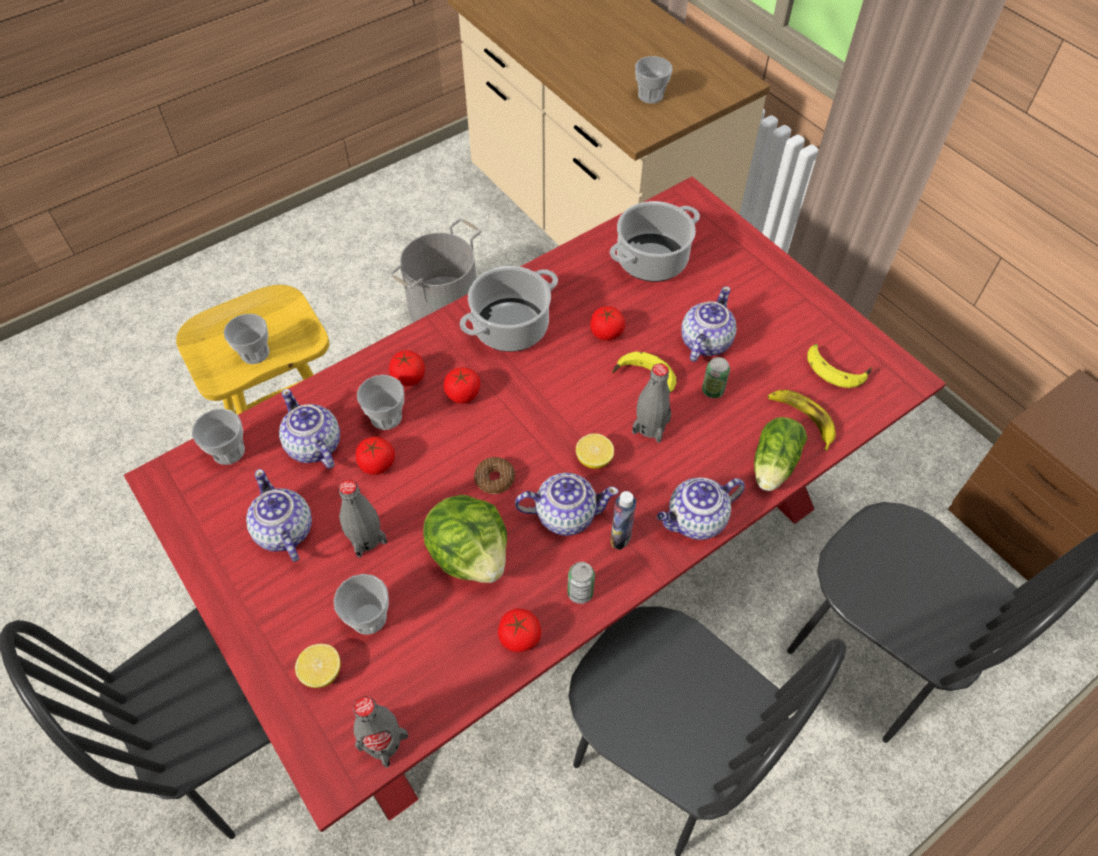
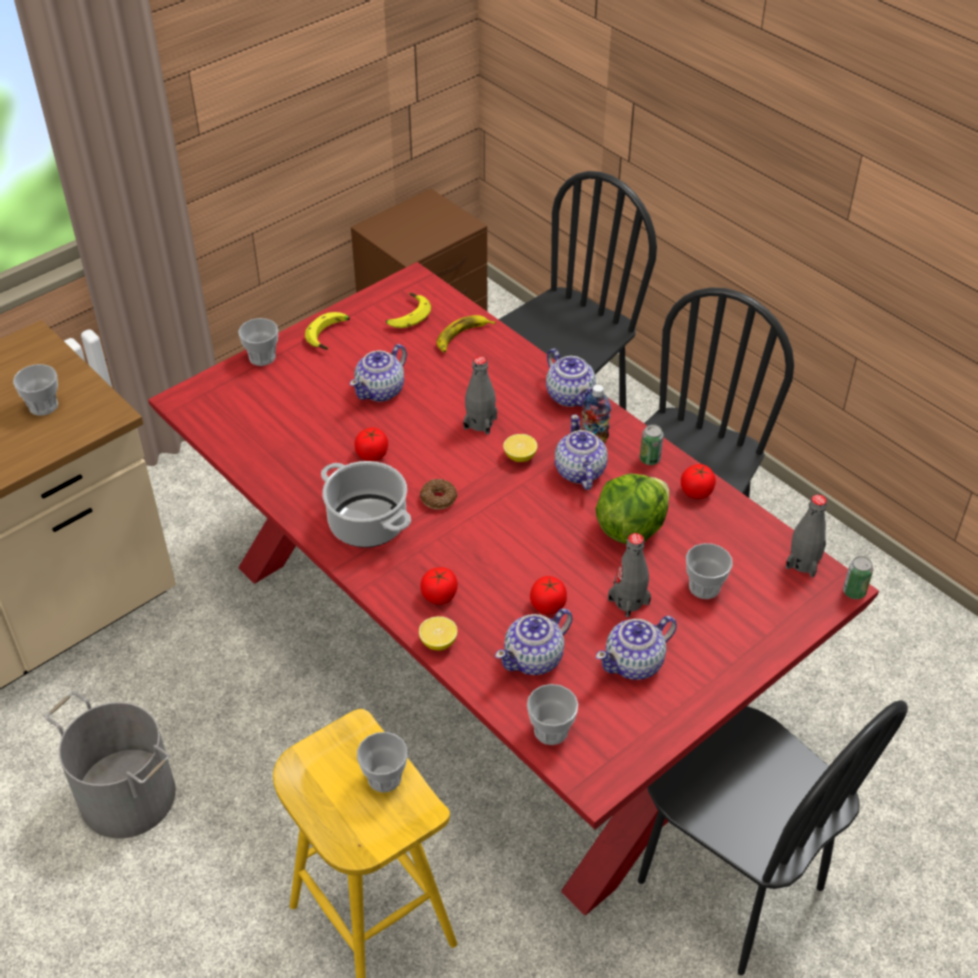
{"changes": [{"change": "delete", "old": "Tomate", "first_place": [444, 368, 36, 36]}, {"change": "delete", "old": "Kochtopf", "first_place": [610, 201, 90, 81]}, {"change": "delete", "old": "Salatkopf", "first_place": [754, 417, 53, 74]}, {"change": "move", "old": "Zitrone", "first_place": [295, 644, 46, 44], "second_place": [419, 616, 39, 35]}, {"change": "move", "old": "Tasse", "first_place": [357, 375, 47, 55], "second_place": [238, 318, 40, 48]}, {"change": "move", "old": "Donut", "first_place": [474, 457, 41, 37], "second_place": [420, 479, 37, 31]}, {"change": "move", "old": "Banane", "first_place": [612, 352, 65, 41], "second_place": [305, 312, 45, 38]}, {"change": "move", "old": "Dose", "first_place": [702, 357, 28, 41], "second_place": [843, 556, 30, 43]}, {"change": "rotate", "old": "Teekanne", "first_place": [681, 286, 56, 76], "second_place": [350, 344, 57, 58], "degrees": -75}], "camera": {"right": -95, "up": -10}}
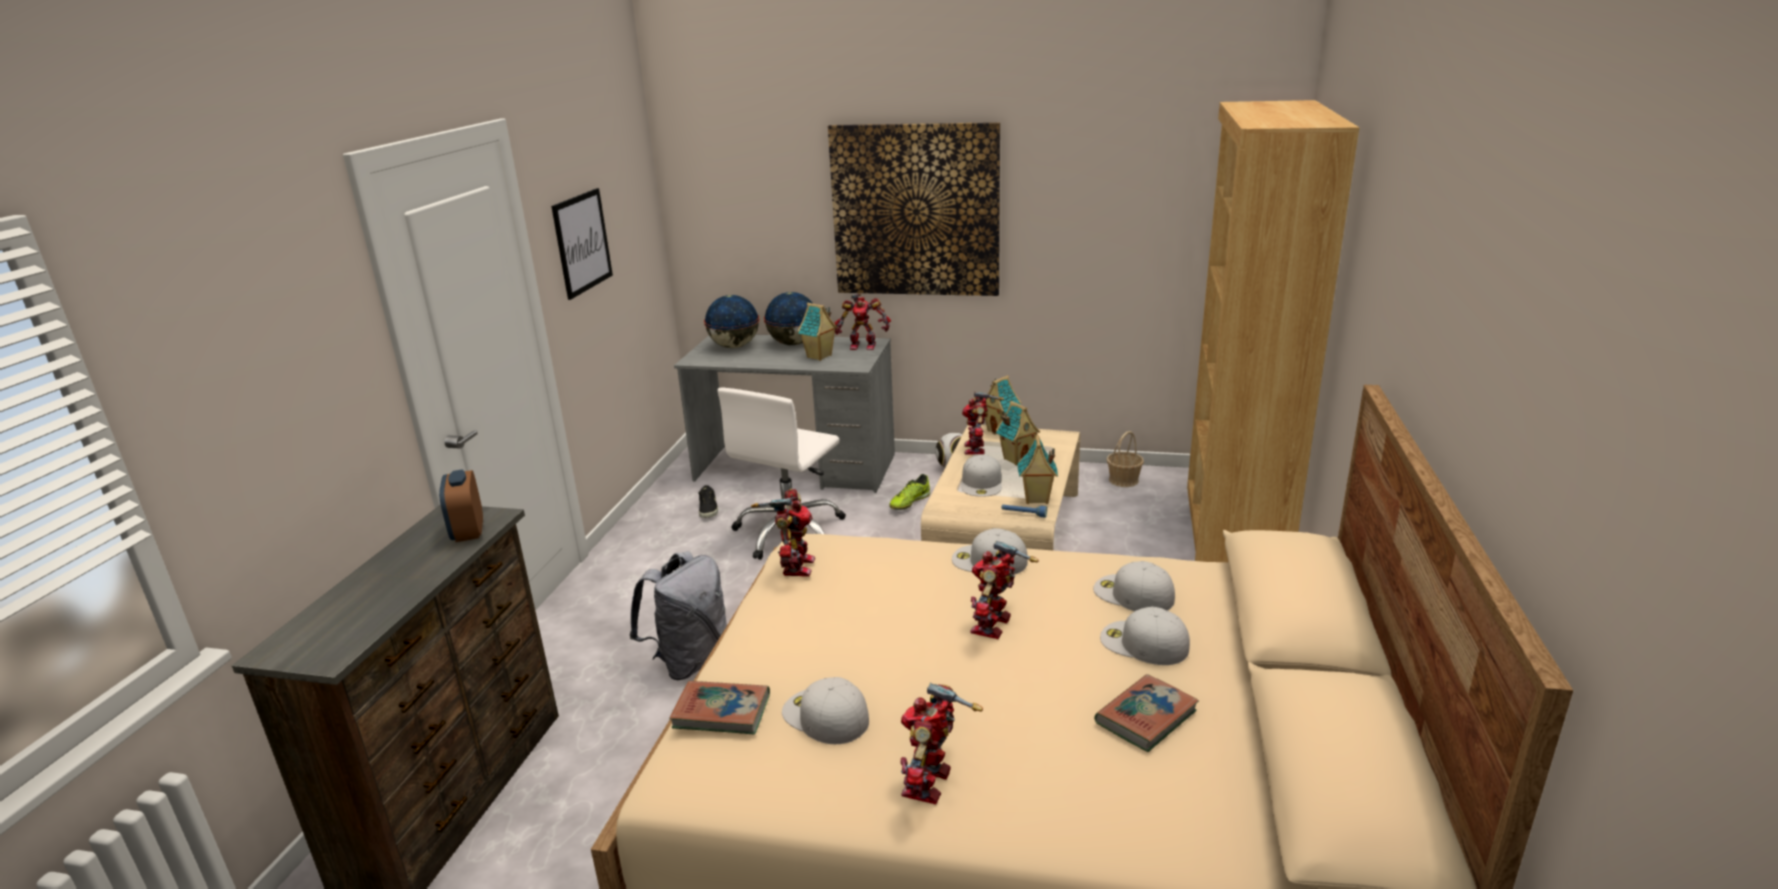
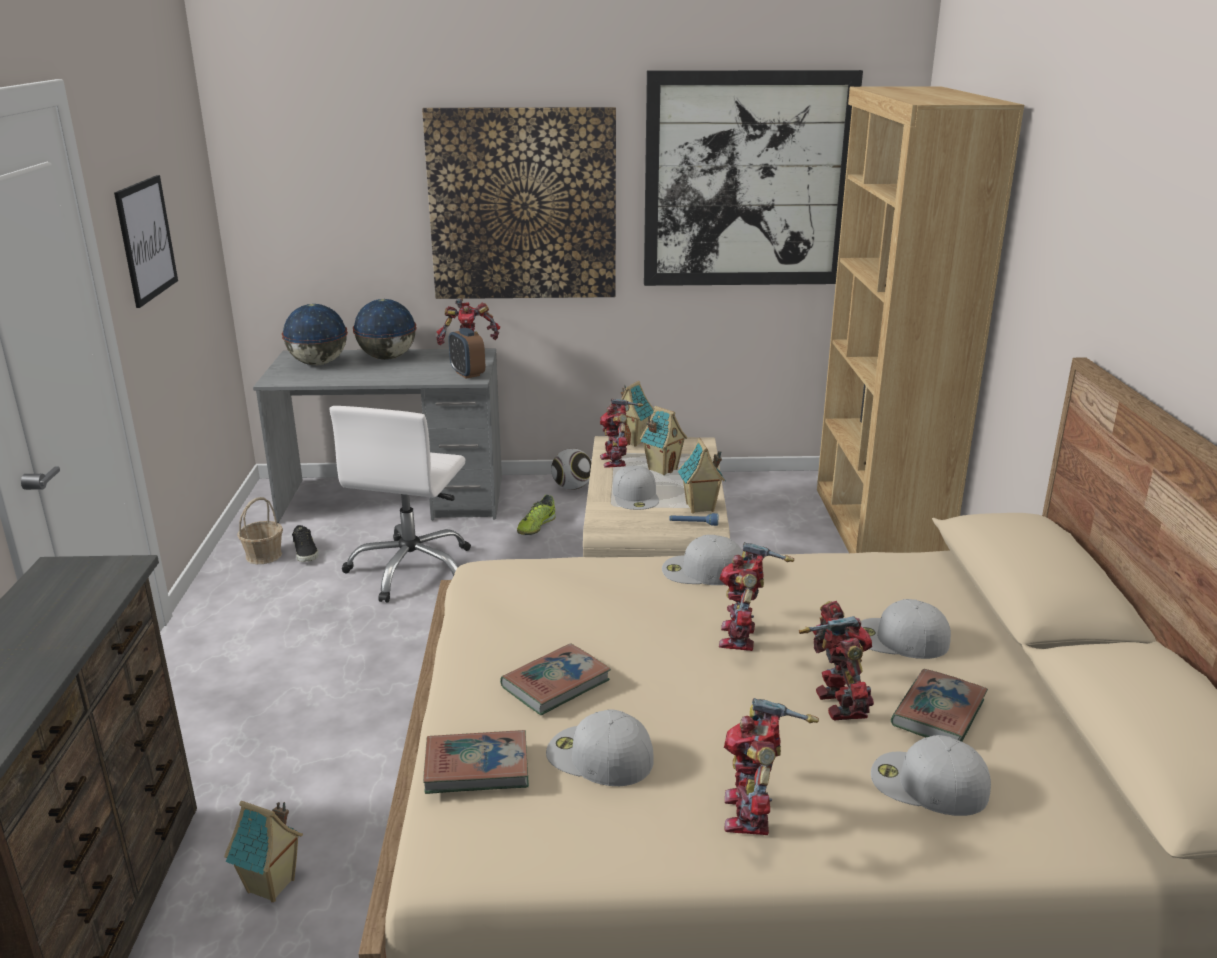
{"changes": [{"change": "delete", "old": "Rucksack (grau)", "first_place": [629, 551, 98, 129]}, {"change": "insert", "new": "Buch", "second_place": [500, 643, 111, 72]}, {"change": "insert", "new": "Bild", "second_place": [644, 70, 219, 216]}, {"change": "move", "old": "Wecker", "first_place": [439, 470, 44, 72], "second_place": [448, 328, 37, 51]}, {"change": "move", "old": "Spielzeugroboter", "first_place": [751, 489, 64, 88], "second_place": [799, 601, 75, 120]}, {"change": "move", "old": "Spielzeughaus", "first_place": [798, 303, 39, 58], "second_place": [224, 801, 79, 101]}, {"change": "move", "old": "Kappe (weiß)", "first_place": [1093, 561, 82, 50], "second_place": [871, 735, 120, 81]}, {"change": "move", "old": "Korb", "first_place": [1107, 431, 37, 56], "second_place": [237, 497, 46, 67]}], "camera": {"right": -15, "up": 0}}
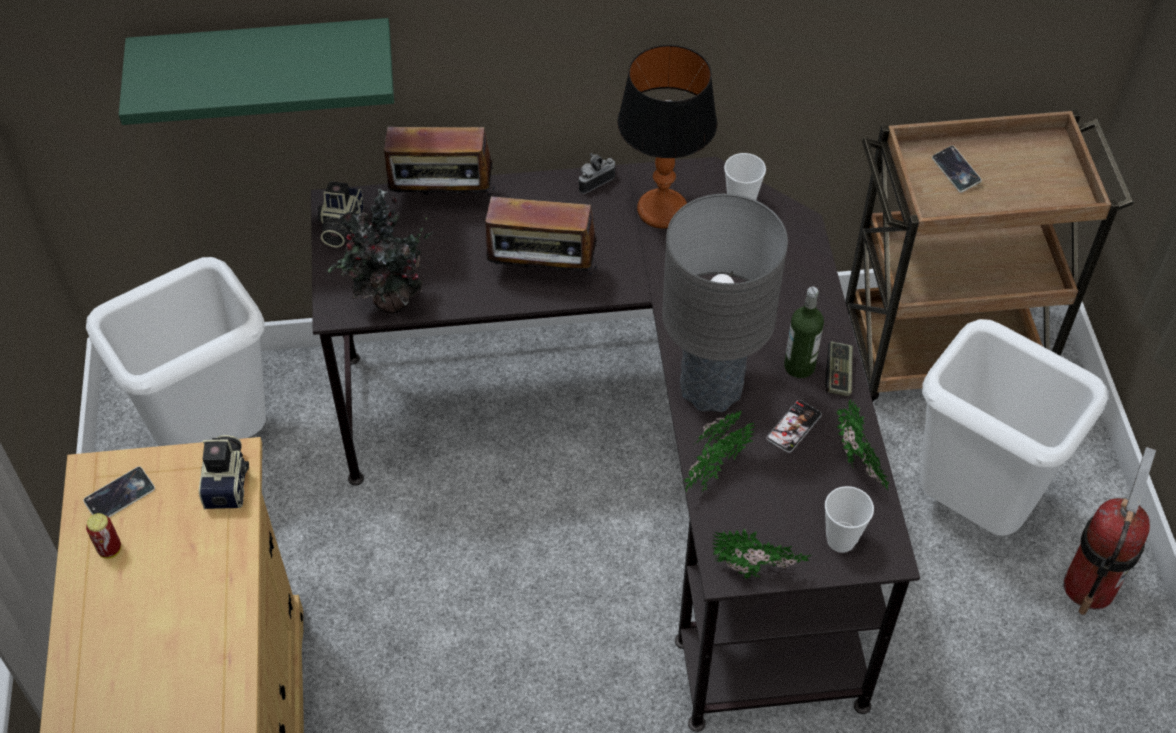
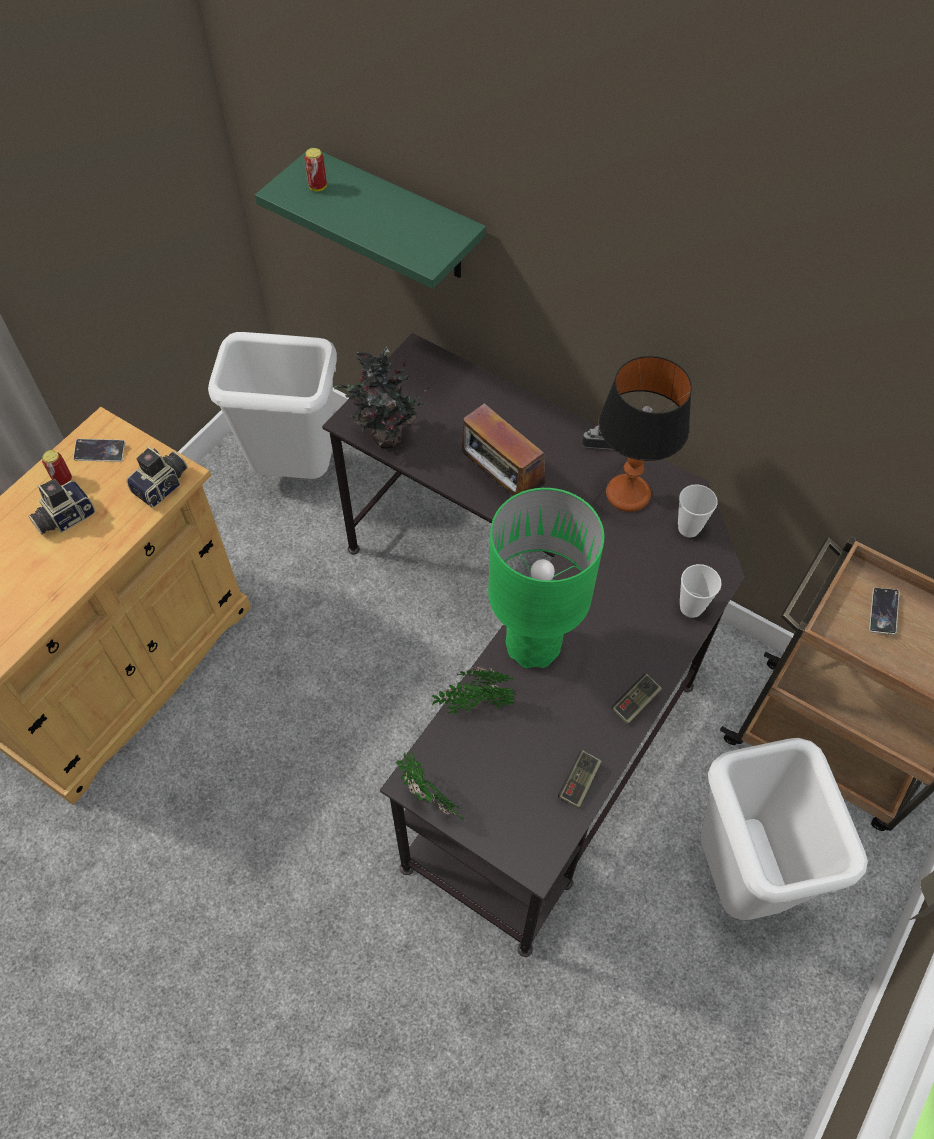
{"changes": [{"change": "delete", "old": "Radio", "first_place": [384, 127, 111, 87]}, {"change": "delete", "old": "Handy", "first_place": [766, 400, 56, 53]}, {"change": "delete", "old": "Flasche", "first_place": [784, 287, 40, 91]}, {"change": "delete", "old": "Feuerlöscher", "first_place": [1064, 447, 92, 168]}, {"change": "insert", "new": "Dose", "second_place": [304, 148, 23, 43]}, {"change": "move", "old": "Kamera", "first_place": [317, 181, 47, 66], "second_place": [28, 479, 68, 56]}, {"change": "move", "old": "Tasse", "first_place": [825, 486, 49, 67], "second_place": [680, 564, 42, 54]}, {"change": "replace", "old": "Topfpflanze", "new": "Gamepad", "first_place": [837, 399, 53, 91], "second_place": [558, 750, 44, 58]}, {"change": "recolor", "old": "Tischlampe (grau)", "new": "Tischlampe (grün)", "first_place": [662, 194, 126, 218], "second_place": [488, 488, 116, 180]}], "camera": {"right": 40, "up": 5}}
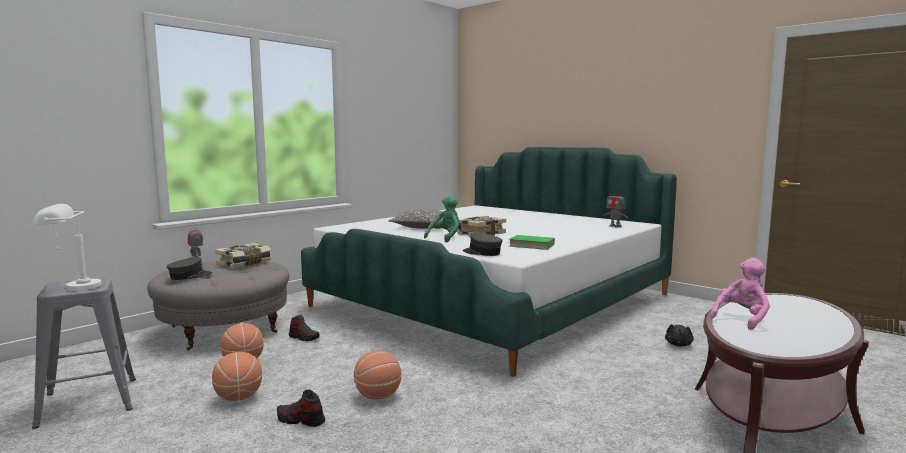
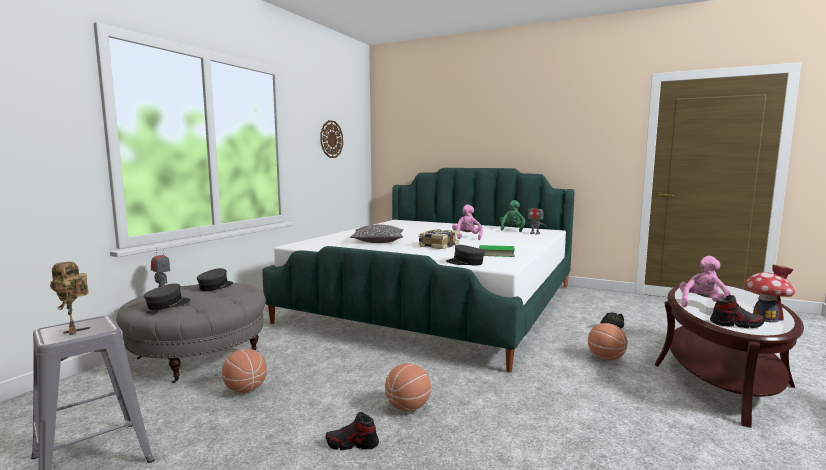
{"changes": [{"change": "insert", "new": "Wanduhr", "second_place": [320, 120, 23, 38]}, {"change": "insert", "new": "Plüschtier (rosa)", "second_place": [452, 204, 31, 36]}, {"change": "insert", "new": "Spielzeughaus", "second_place": [745, 265, 50, 57]}, {"change": "move", "old": "Basketball", "first_place": [212, 352, 50, 49], "second_place": [588, 323, 39, 37]}, {"change": "move", "old": "Schuh", "first_place": [289, 315, 30, 26], "second_place": [710, 295, 55, 33]}, {"change": "move", "old": "Plüschtier (grün)", "first_place": [424, 195, 36, 48], "second_place": [500, 200, 25, 32]}, {"change": "replace", "old": "Tischlampe (weiß)", "new": "Spielzeugroboter", "first_place": [32, 204, 69, 87], "second_place": [50, 262, 39, 73]}, {"change": "replace", "old": "Buch", "new": "Kappe (grau)", "first_place": [215, 243, 56, 25], "second_place": [197, 268, 36, 23]}], "camera": {"right": -15, "up": 0}}
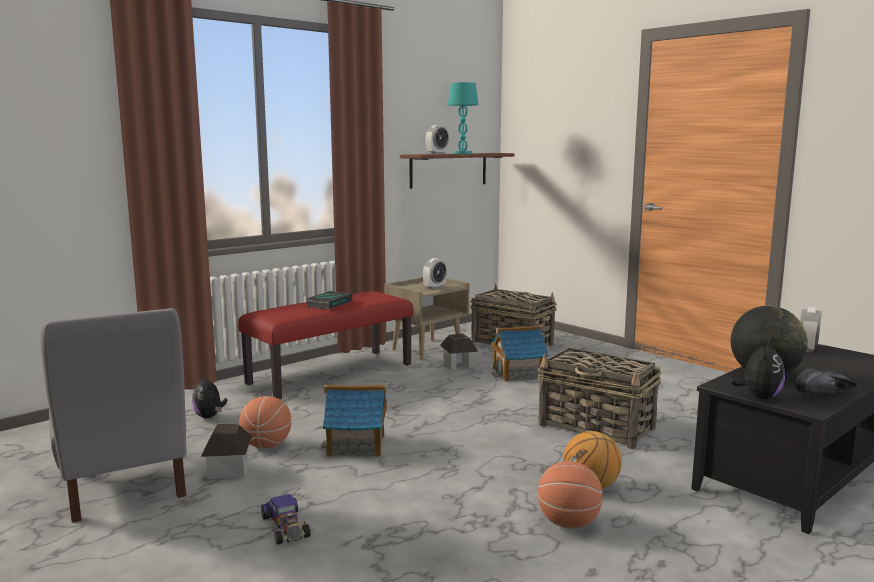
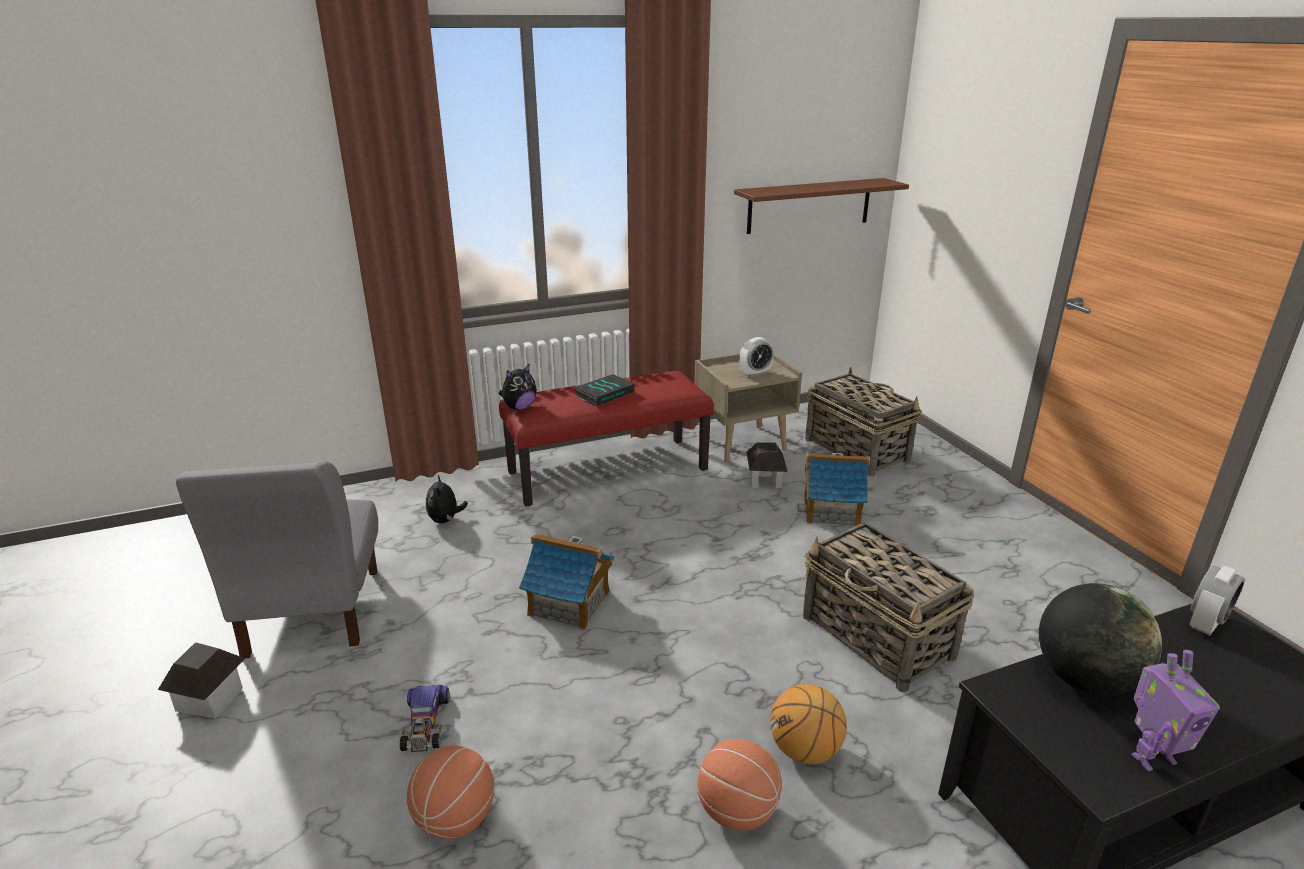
{"changes": [{"change": "delete", "old": "Wecker", "first_place": [425, 125, 24, 29]}, {"change": "delete", "old": "Tischlampe (türkis)", "first_place": [448, 82, 30, 72]}, {"change": "move", "old": "Spielzeughaus", "first_place": [201, 424, 51, 55], "second_place": [158, 642, 87, 76]}, {"change": "move", "old": "Basketball", "first_place": [239, 396, 52, 52], "second_place": [407, 746, 87, 93]}, {"change": "move", "old": "Plüschtier", "first_place": [730, 340, 55, 59], "second_place": [499, 364, 38, 46]}, {"change": "replace", "old": "Schuh (schwarz)", "new": "Spielzeugroboter", "first_place": [795, 369, 62, 25], "second_place": [1132, 650, 88, 121]}], "camera": {"right": 20, "up": 15}}
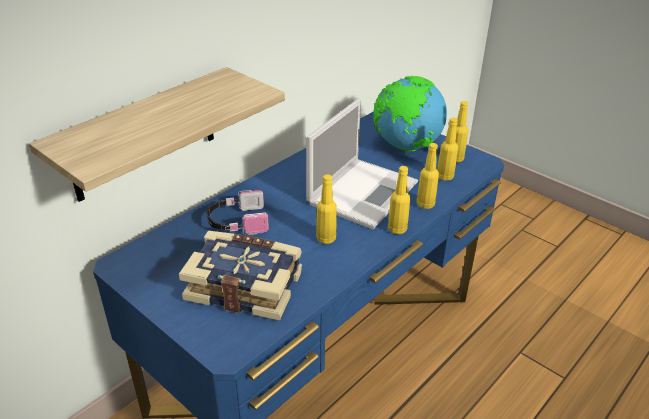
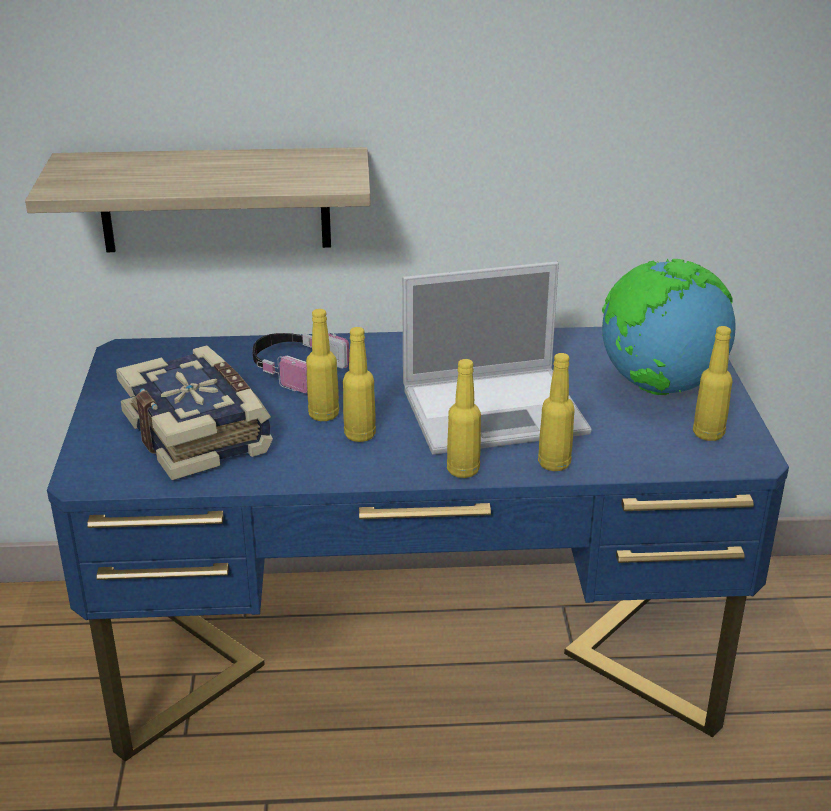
{"changes": [{"change": "move", "old": "Flasche (gelb)", "first_place": [438, 118, 20, 63], "second_place": [306, 309, 33, 112]}], "camera": {"right": 45, "up": -5}}
